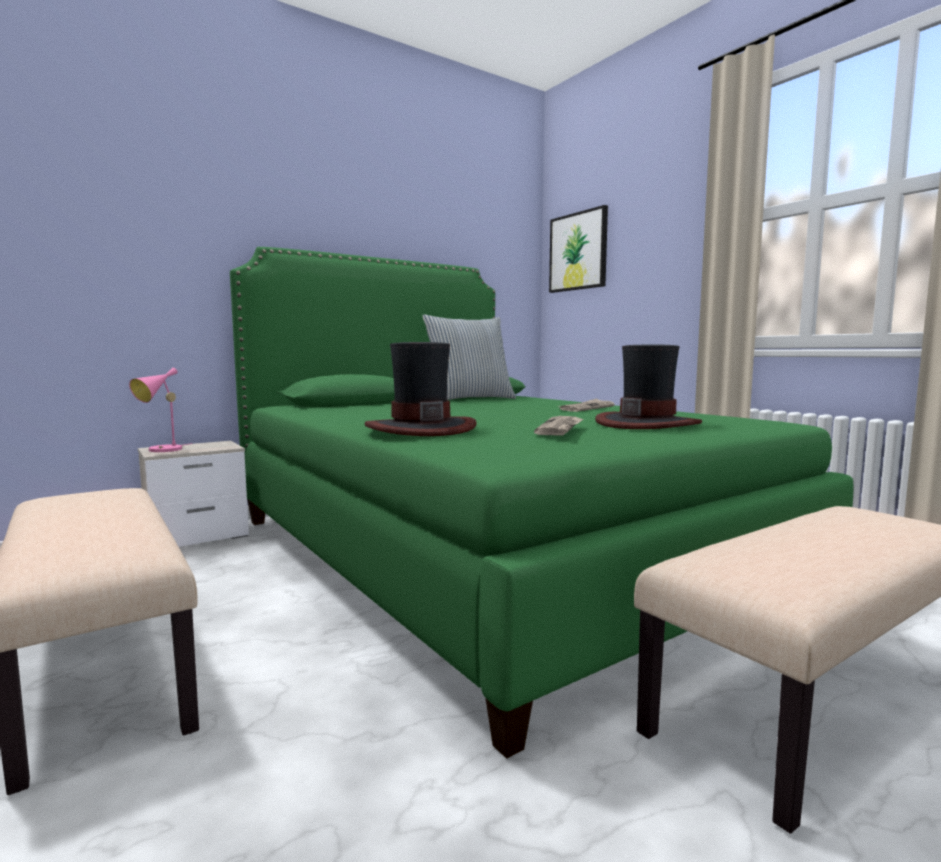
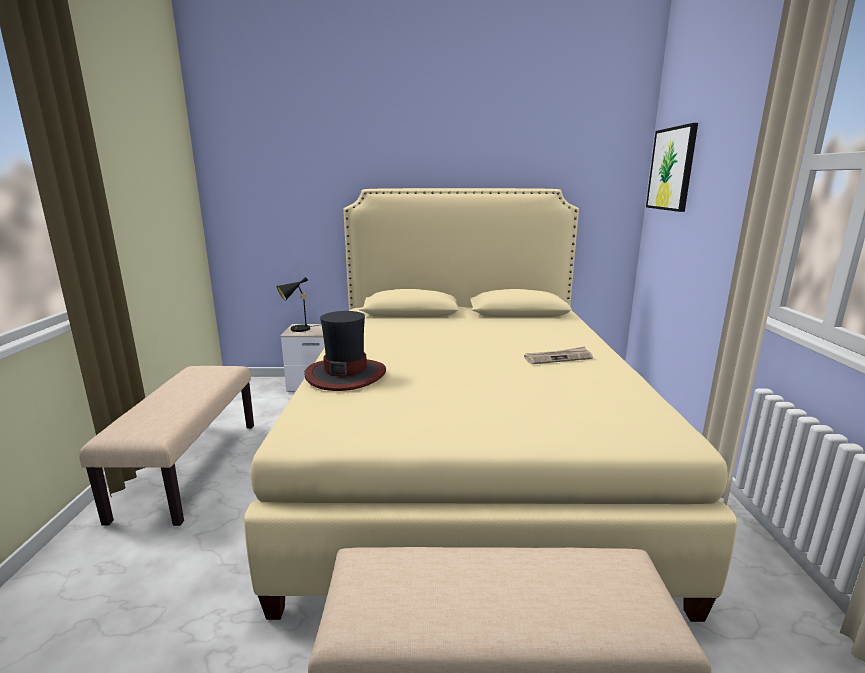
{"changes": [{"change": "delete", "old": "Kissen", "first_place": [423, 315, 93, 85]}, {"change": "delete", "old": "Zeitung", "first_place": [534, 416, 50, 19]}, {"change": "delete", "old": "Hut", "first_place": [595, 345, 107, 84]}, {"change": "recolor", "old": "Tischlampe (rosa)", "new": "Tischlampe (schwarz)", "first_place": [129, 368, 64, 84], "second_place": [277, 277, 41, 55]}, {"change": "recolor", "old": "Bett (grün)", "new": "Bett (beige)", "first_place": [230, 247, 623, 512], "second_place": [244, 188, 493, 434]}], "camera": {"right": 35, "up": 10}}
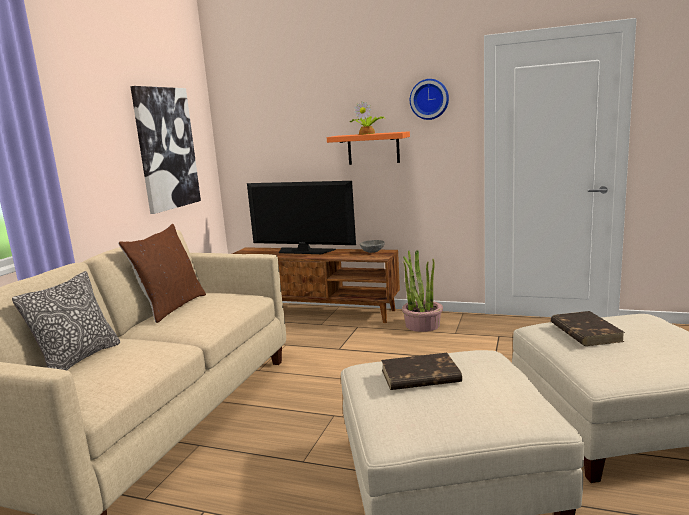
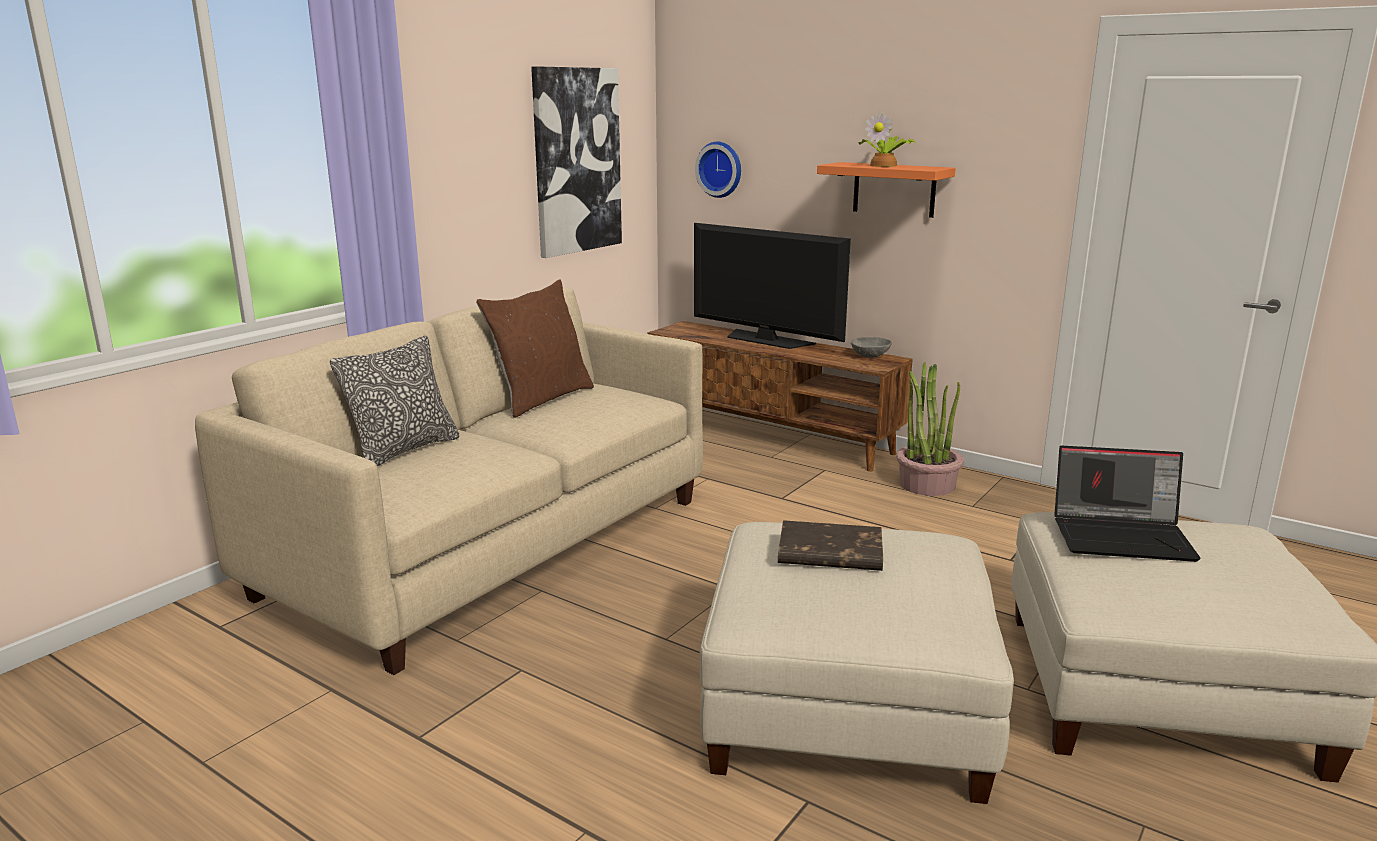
{"changes": [{"change": "move", "old": "Wanduhr", "first_place": [410, 79, 39, 41], "second_place": [695, 142, 46, 56]}, {"change": "replace", "old": "Buch (braun)", "new": "Laptop", "first_place": [551, 311, 74, 35], "second_place": [1055, 446, 146, 116]}], "camera": {"right": 15, "up": 5}}
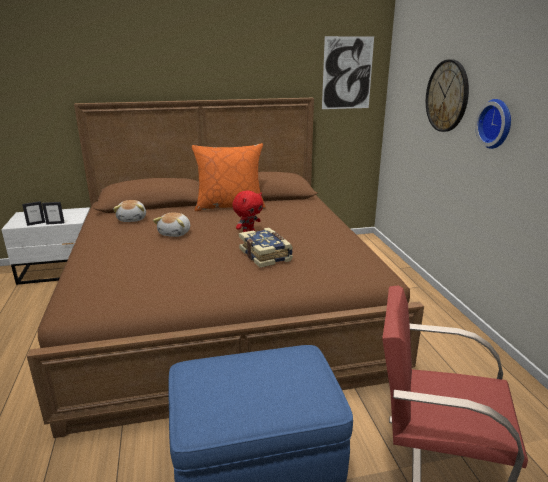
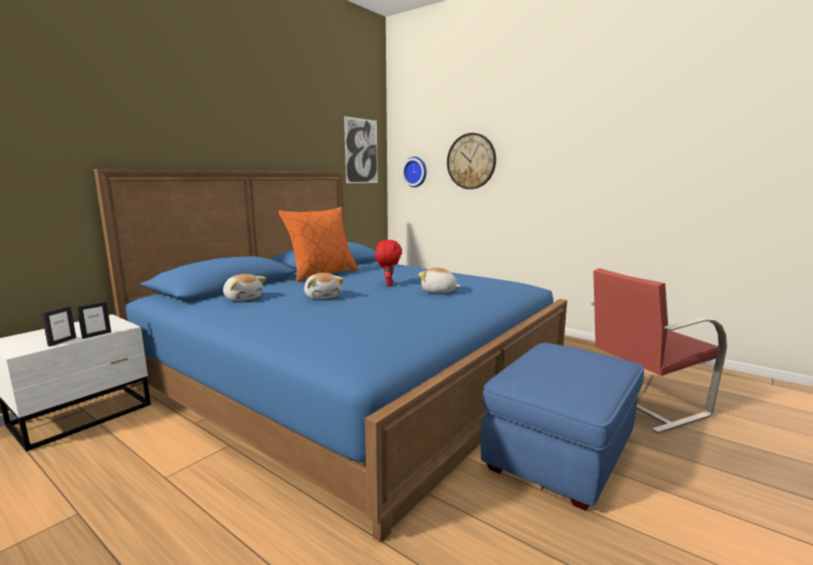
{"changes": [{"change": "move", "old": "Wanduhr", "first_place": [475, 99, 36, 50], "second_place": [402, 157, 25, 30]}, {"change": "replace", "old": "Buch", "new": "Plüschtier", "first_place": [239, 228, 54, 40], "second_place": [418, 267, 42, 26]}, {"change": "recolor", "old": "Bett (braun)", "new": "Bett (blau)", "first_place": [27, 98, 397, 340], "second_place": [94, 169, 473, 374]}], "camera": {"right": -40, "up": -10}}
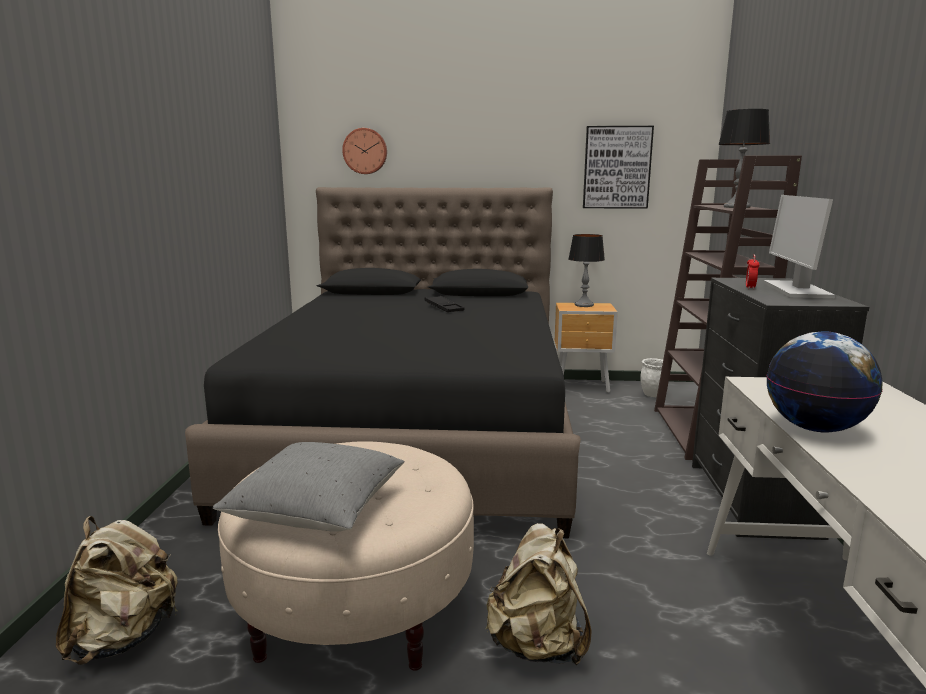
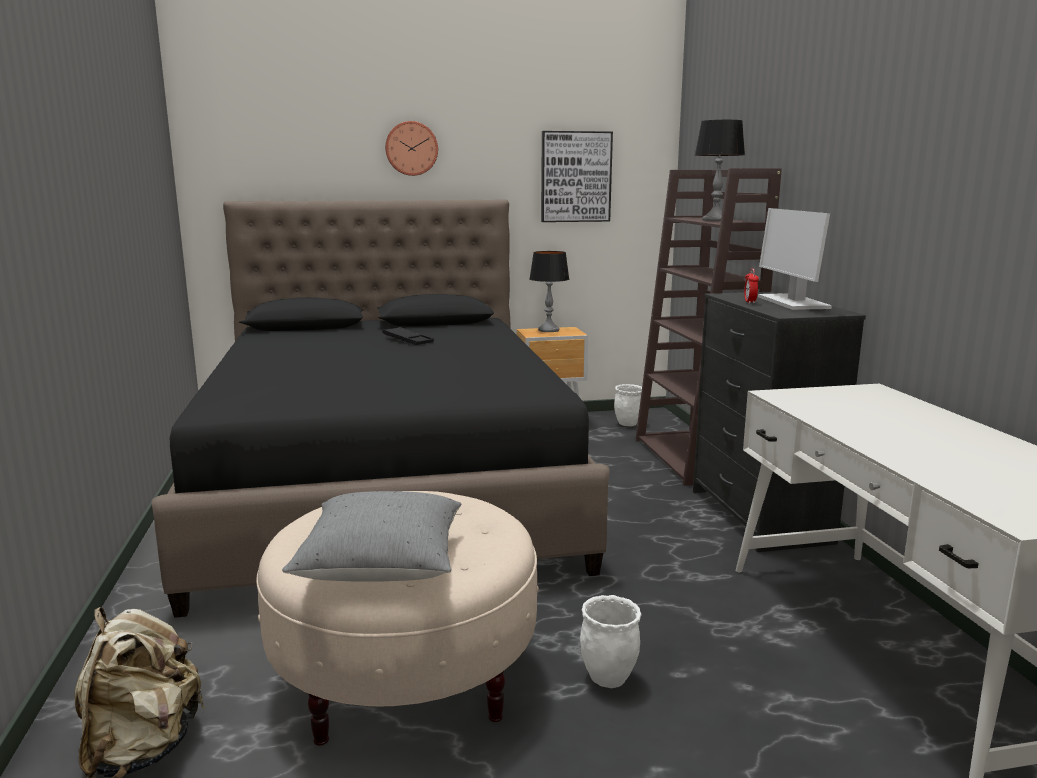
{"changes": [{"change": "delete", "old": "Globus", "first_place": [766, 331, 117, 102]}, {"change": "move", "old": "Wanduhr", "first_place": [342, 128, 45, 46], "second_place": [385, 121, 53, 55]}, {"change": "replace", "old": "Rucksack (beige)", "new": "Pflanzkübel (weiß)", "first_place": [485, 523, 107, 142], "second_place": [580, 595, 62, 93]}], "camera": {"right": -15, "up": 0}}
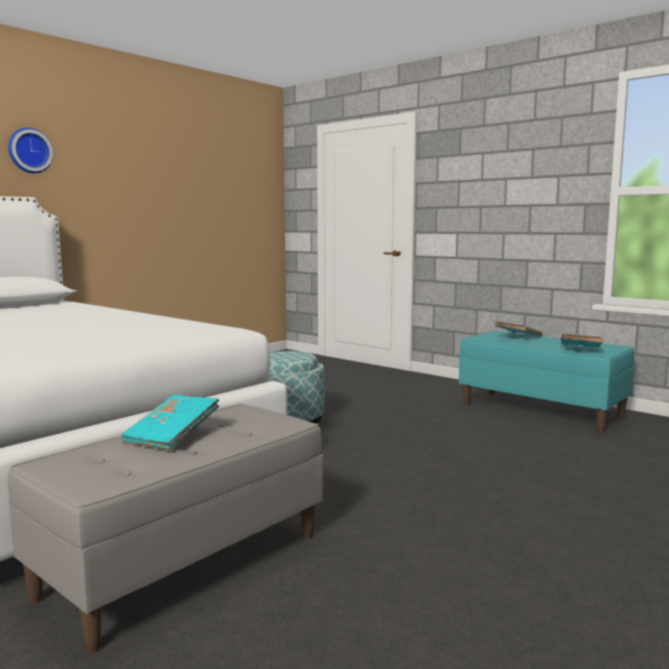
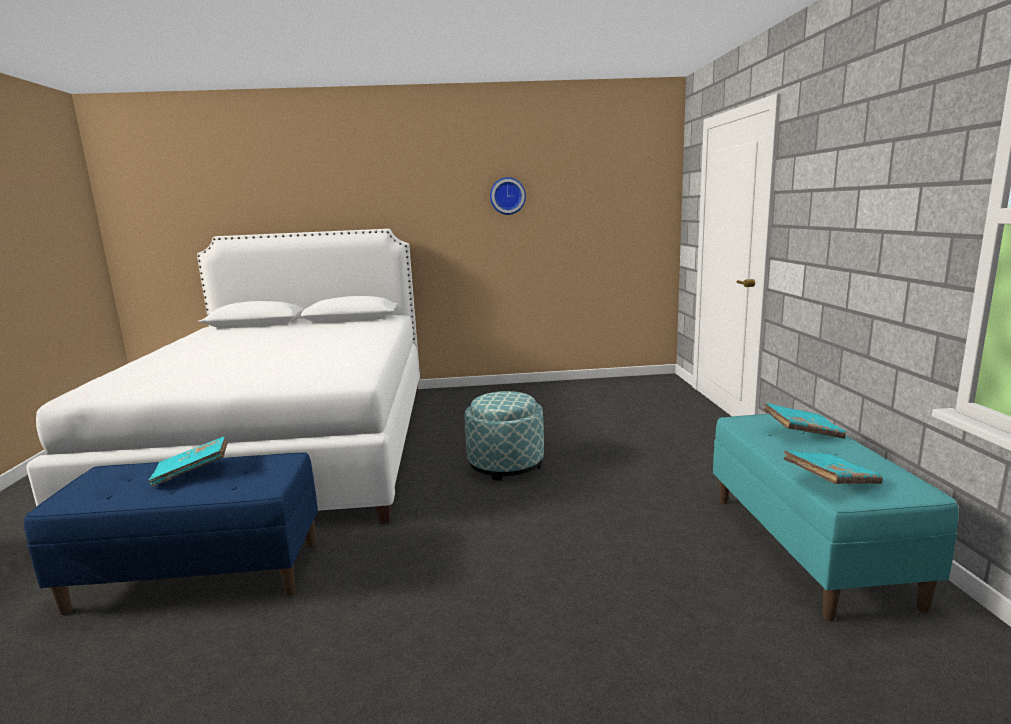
{"changes": [{"change": "move", "old": "Wanduhr", "first_place": [8, 128, 45, 45], "second_place": [490, 177, 36, 38]}, {"change": "recolor", "old": "Bank (grau)", "new": "Bank (blau)", "first_place": [8, 404, 315, 249], "second_place": [24, 452, 294, 163]}], "camera": {"right": 45, "up": 5}}
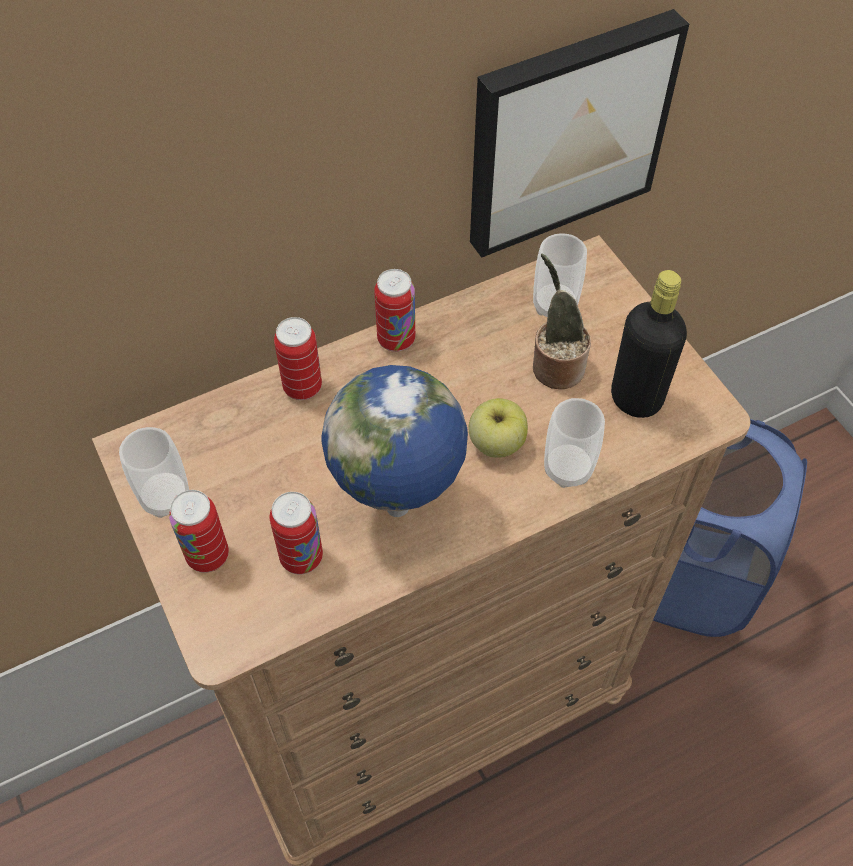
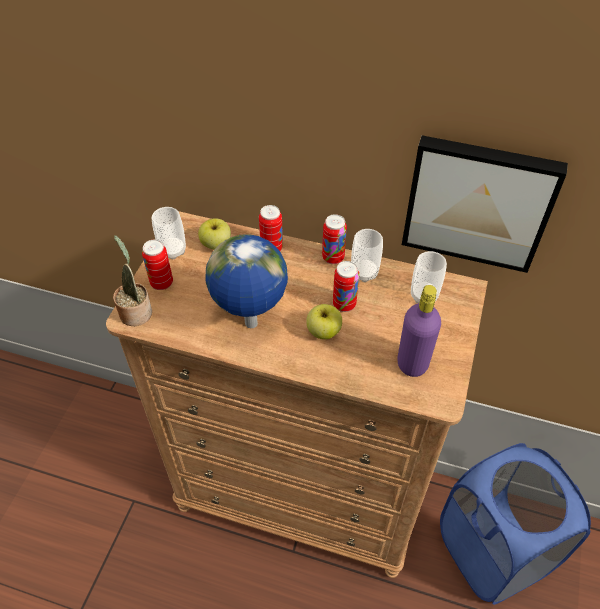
{"changes": [{"change": "insert", "new": "Apfel", "second_place": [198, 218, 33, 32]}, {"change": "move", "old": "Dose", "first_place": [270, 492, 53, 82], "second_place": [333, 261, 26, 51]}, {"change": "move", "old": "Topfpflanze", "first_place": [533, 254, 58, 135], "second_place": [113, 235, 39, 91]}, {"change": "move", "old": "Tasse", "first_place": [544, 398, 61, 90], "second_place": [351, 229, 32, 53]}, {"change": "recolor", "old": "Flasche (schwarz)", "new": "Flasche (lila)", "first_place": [611, 270, 76, 148], "second_place": [397, 285, 44, 92]}], "camera": {"right": 45, "up": -5}}
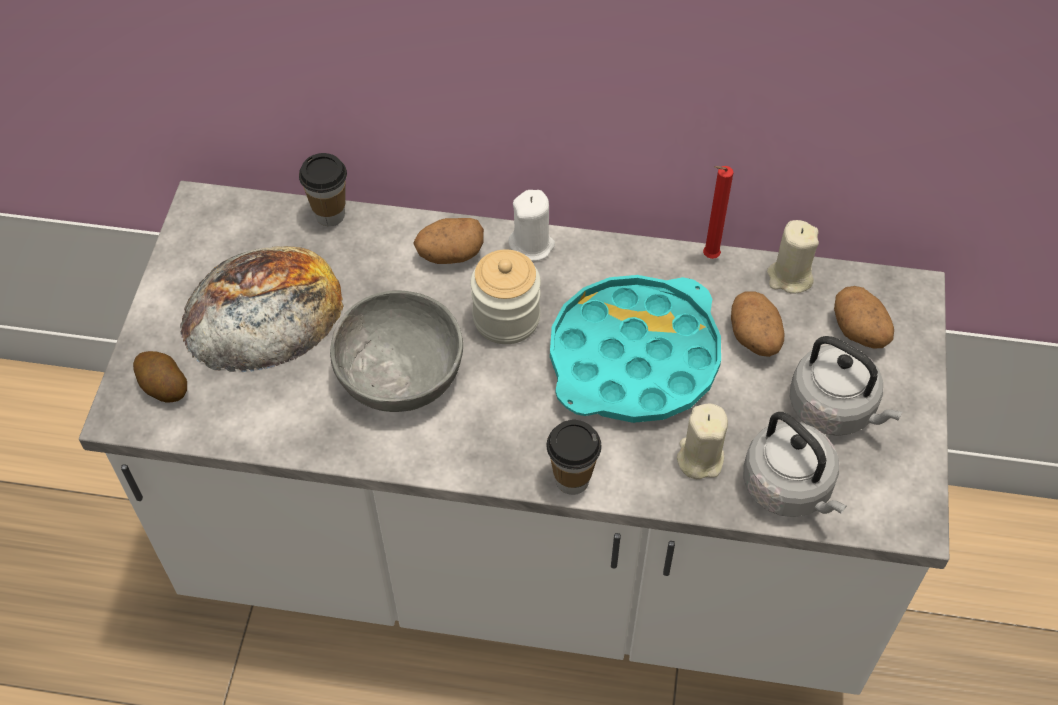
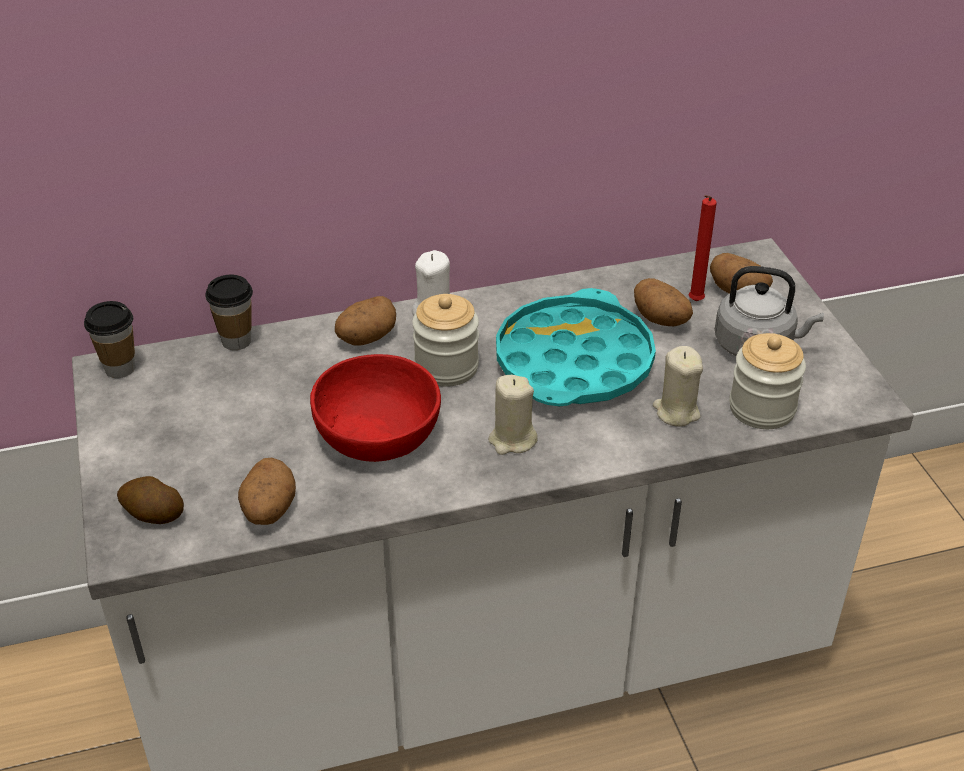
{"changes": [{"change": "delete", "old": "Brot", "first_place": [180, 246, 164, 126]}, {"change": "insert", "new": "Kartoffel", "second_place": [238, 458, 58, 67]}, {"change": "move", "old": "Tasse", "first_place": [546, 420, 56, 75], "second_place": [84, 301, 51, 77]}, {"change": "move", "old": "Kerze (rot)", "first_place": [703, 166, 31, 93], "second_place": [689, 195, 28, 106]}, {"change": "move", "old": "Kerze (beige)", "first_place": [767, 220, 52, 73], "second_place": [488, 375, 50, 80]}, {"change": "replace", "old": "Wasserkessel (grau)", "new": "Vorratsglas", "first_place": [743, 412, 104, 105], "second_place": [729, 333, 77, 96]}, {"change": "recolor", "old": "Schüssel (grau)", "new": "Schüssel (rot)", "first_place": [330, 290, 133, 122], "second_place": [310, 354, 131, 108]}], "camera": {"right": -25, "up": -15}}
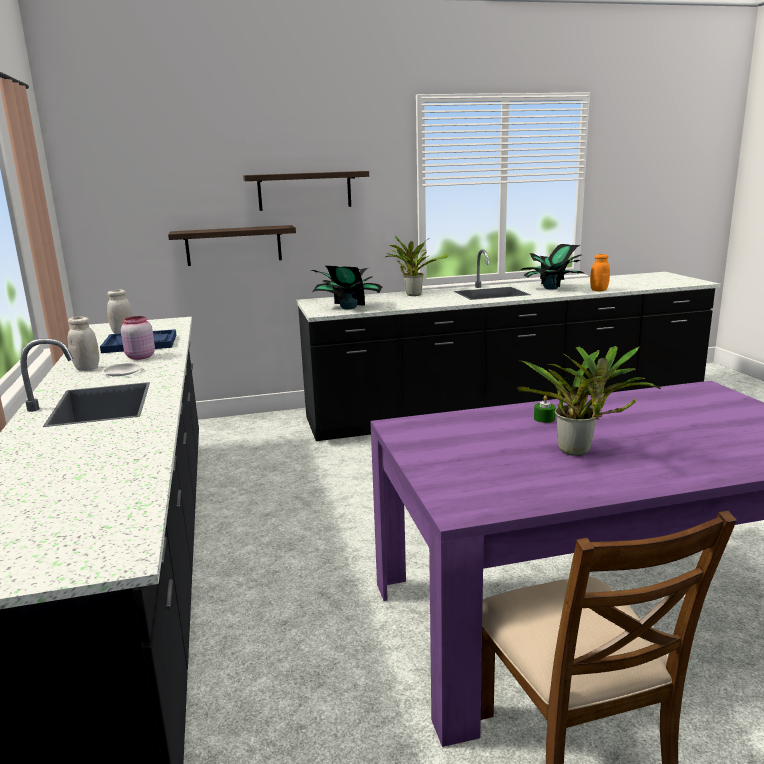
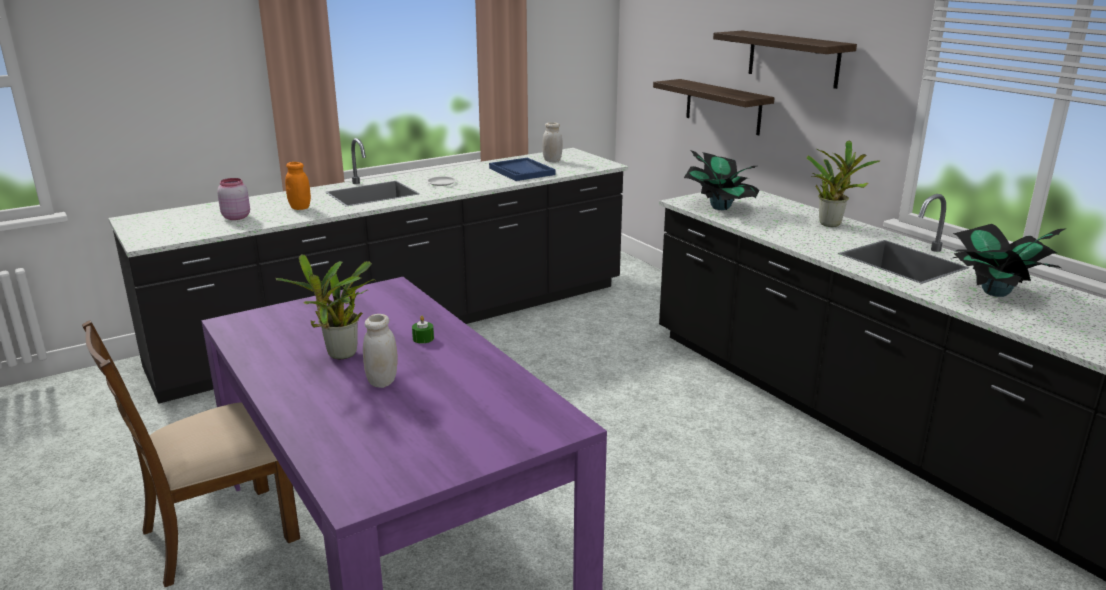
{"changes": [{"change": "move", "old": "Vorratsglas (weiß)", "first_place": [68, 317, 31, 54], "second_place": [363, 314, 35, 74]}, {"change": "move", "old": "Vorratsglas (rosa)", "first_place": [121, 316, 34, 44], "second_place": [217, 178, 33, 42]}, {"change": "move", "old": "Vorratsglas (orange)", "first_place": [590, 254, 20, 37], "second_place": [285, 162, 26, 48]}], "camera": {"right": 70, "up": 5}}
